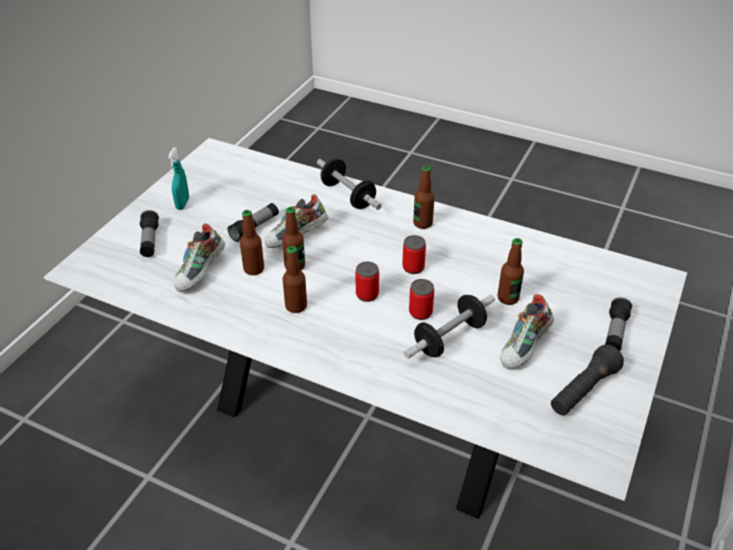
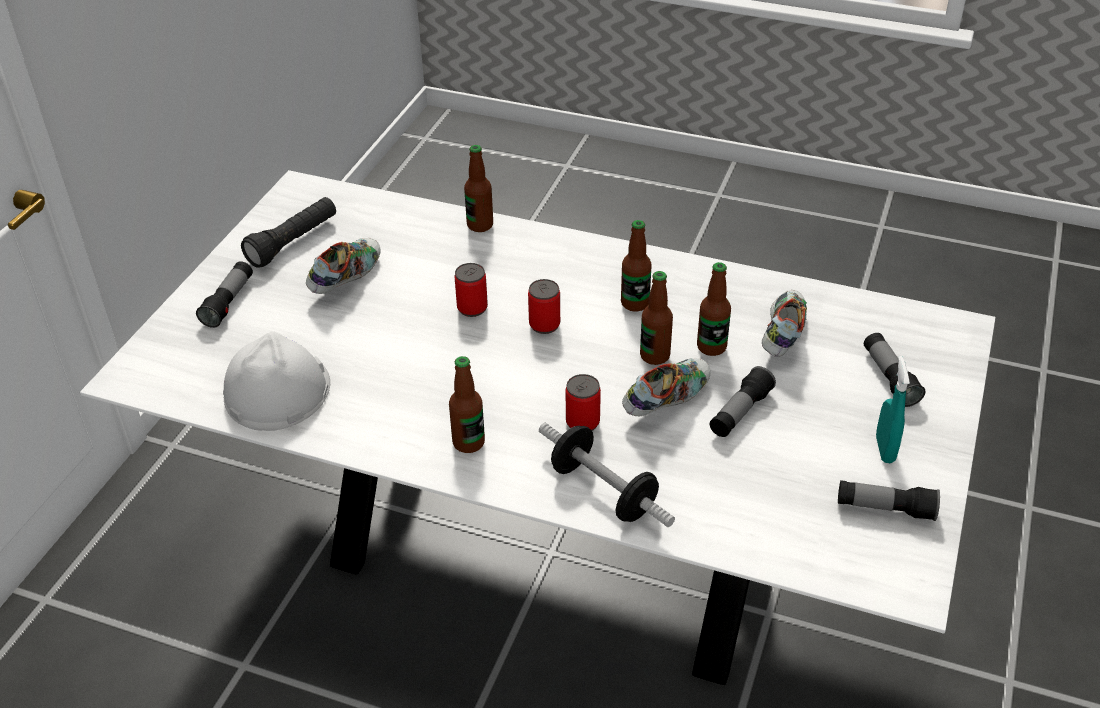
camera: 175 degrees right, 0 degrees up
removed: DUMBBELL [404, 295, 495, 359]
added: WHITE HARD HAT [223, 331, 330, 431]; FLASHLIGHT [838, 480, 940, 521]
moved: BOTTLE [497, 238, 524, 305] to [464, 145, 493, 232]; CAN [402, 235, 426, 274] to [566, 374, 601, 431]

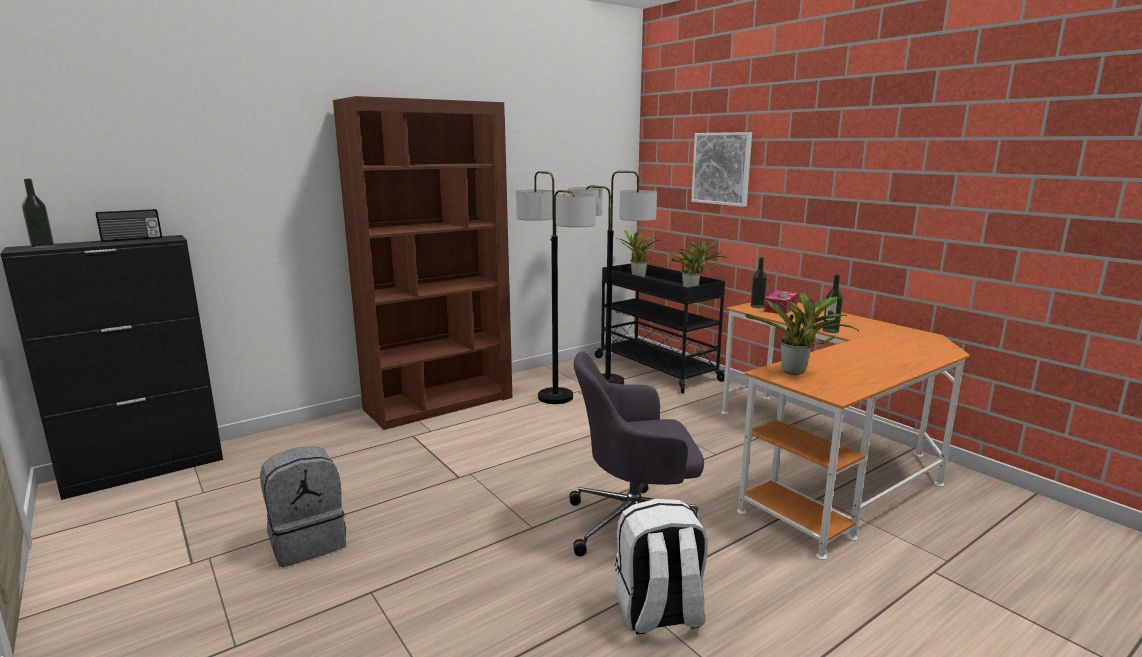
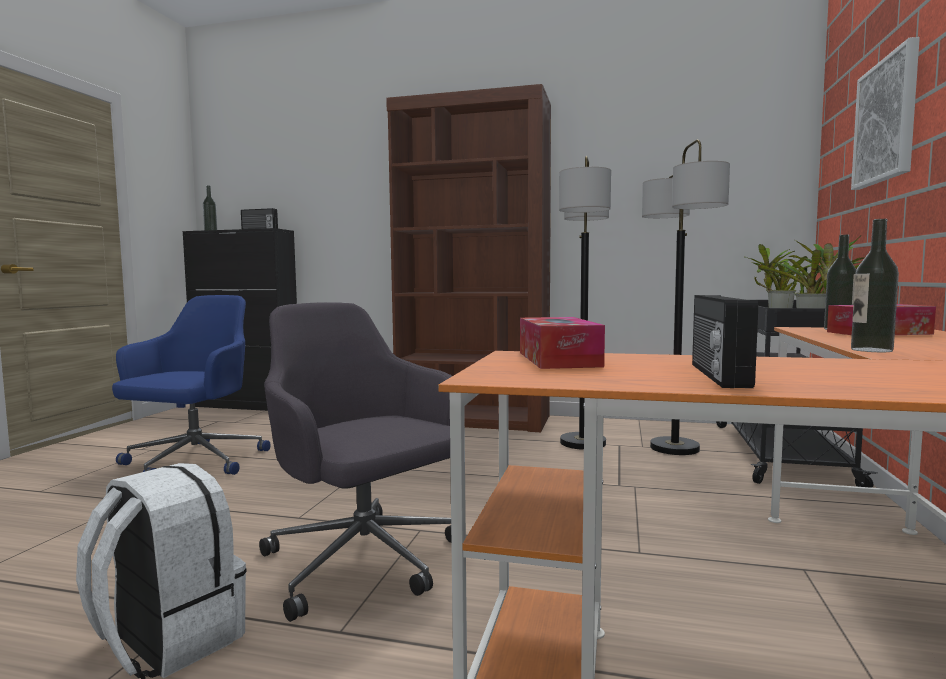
camera: 50 degrees right, 10 degrees down
added: RADIO [692, 295, 758, 388]
replaced: GREY BACKPACK [260, 446, 346, 567] to BLUE OFFICE CHAIR [112, 295, 271, 475]; POTTED PLANT [745, 293, 859, 375] to TISSUE BOX [520, 317, 605, 369]

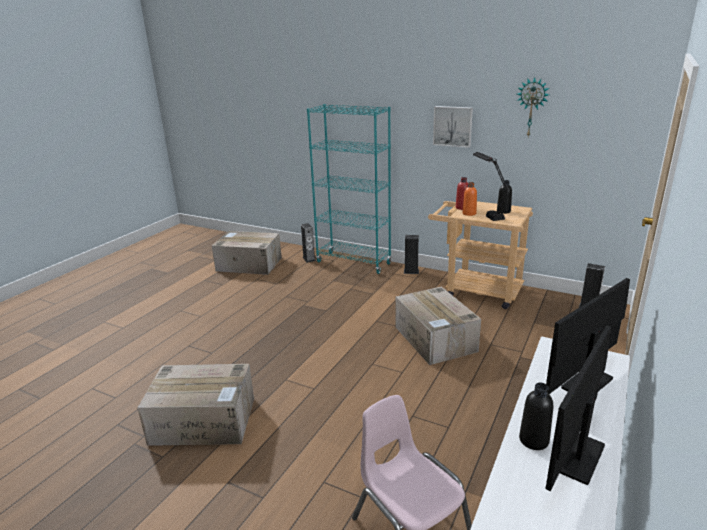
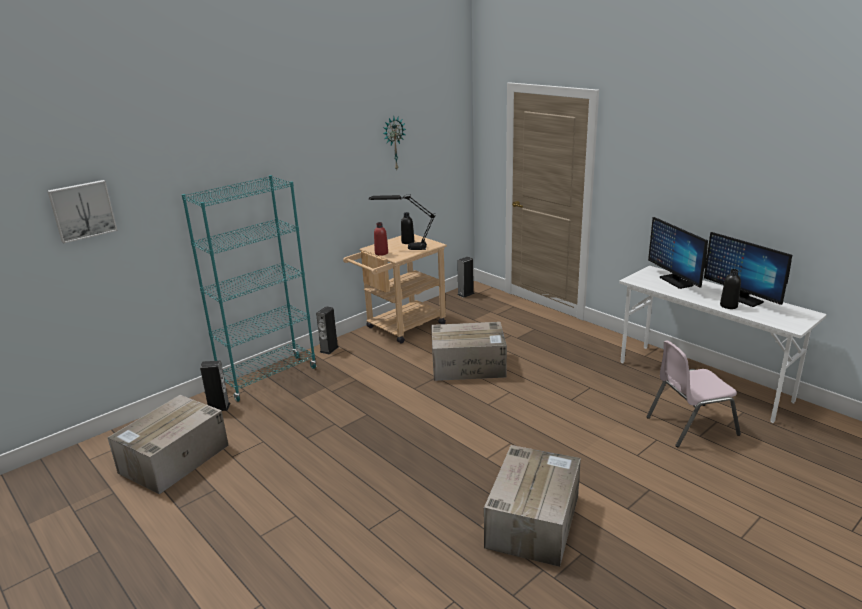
camera: 70 degrees left, 0 degrees up
removed: ORANGE BOTTLE [462, 182, 477, 216]
moved: PICTURE [433, 106, 473, 148] to [48, 180, 118, 243]

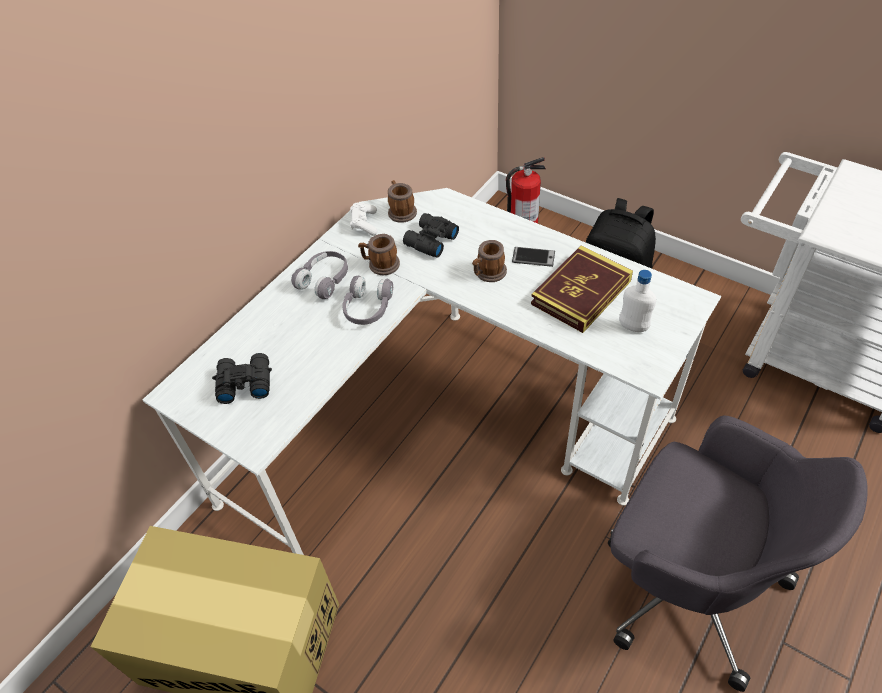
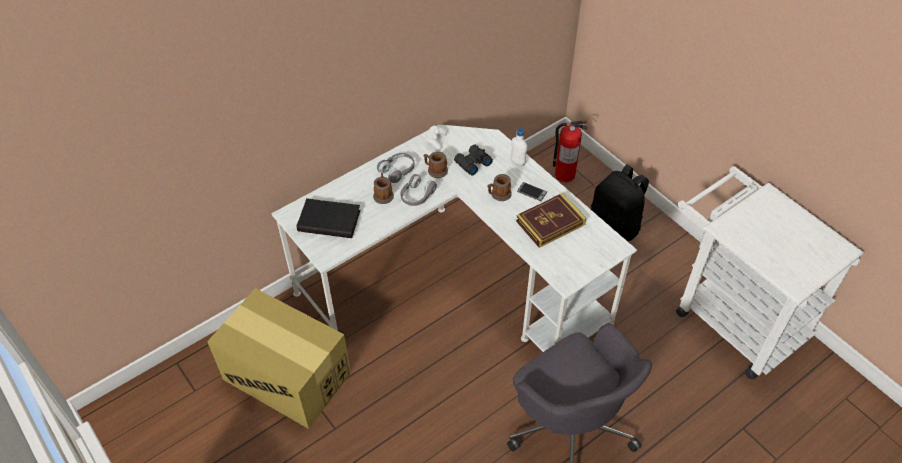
camera: 15 degrees right, 0 degrees up
moved: MUG [388, 180, 417, 223] to [373, 173, 394, 204]; WHITE BOTTLE [619, 270, 656, 333] to [511, 128, 527, 166]
replaced: BLACK BINOCULARS [212, 353, 272, 404] to BLACK BOOK [297, 198, 361, 238]

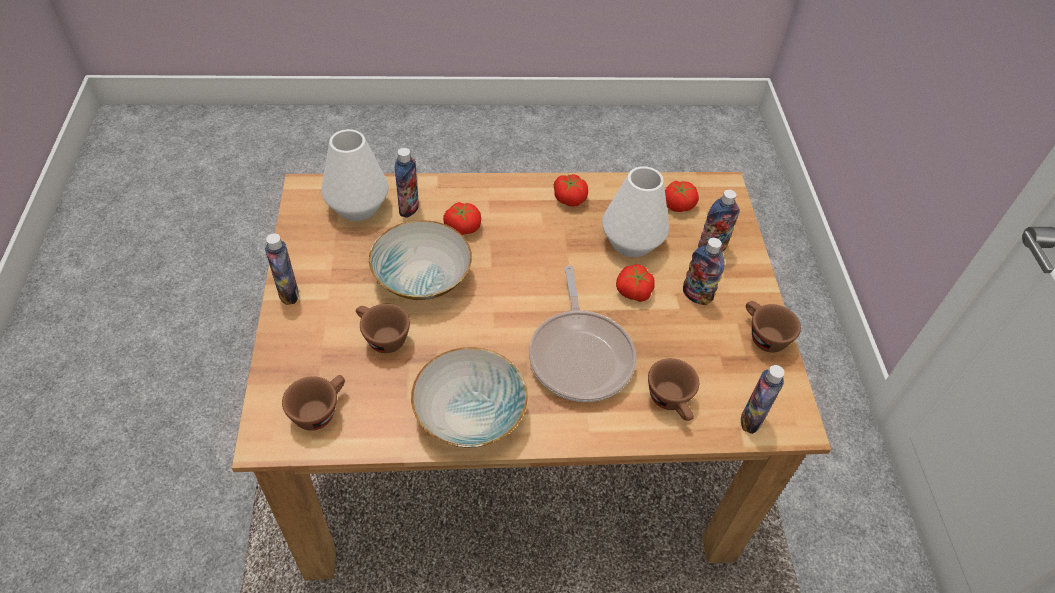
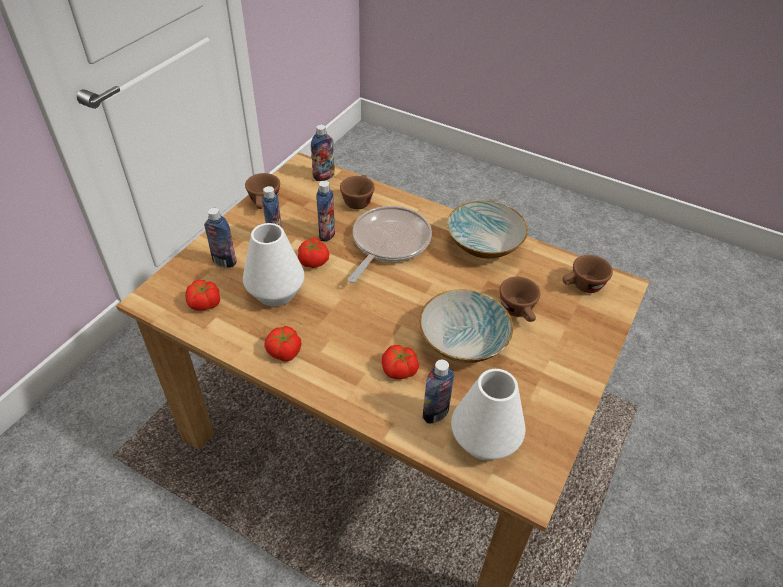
camera: 145 degrees left, 5 degrees down
moved: BOTTLE [265, 233, 299, 305] to [316, 181, 335, 242]

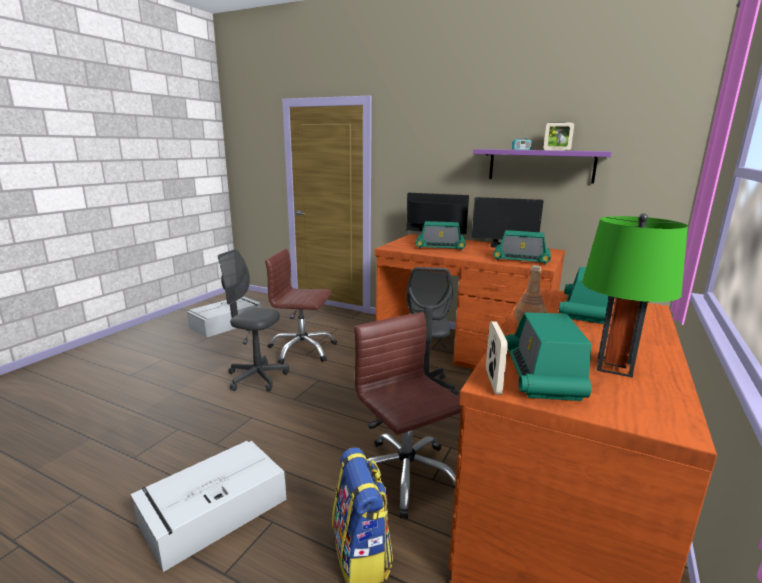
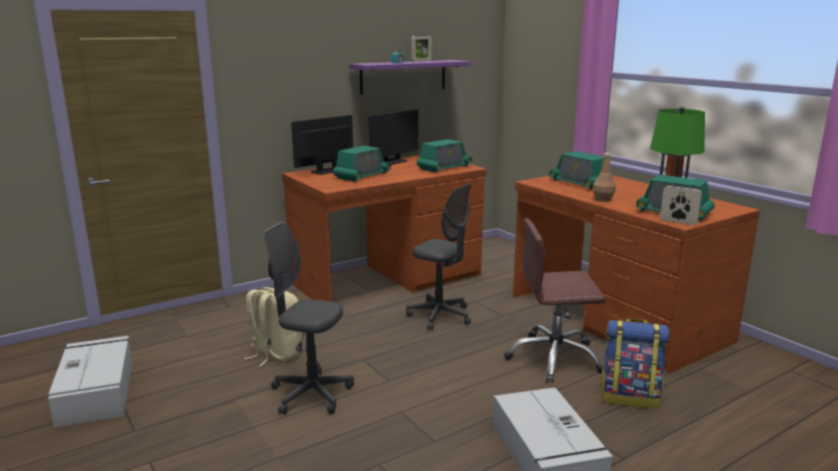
camera: 60 degrees left, 0 degrees up
replaced: BROWN OFFICE CHAIR [265, 248, 337, 364] to BEIGE BACKPACK [244, 287, 302, 367]
turned: GREY OFFICE CHAIR [218, 249, 289, 391] = [263, 222, 354, 415] 60 degrees clockwise

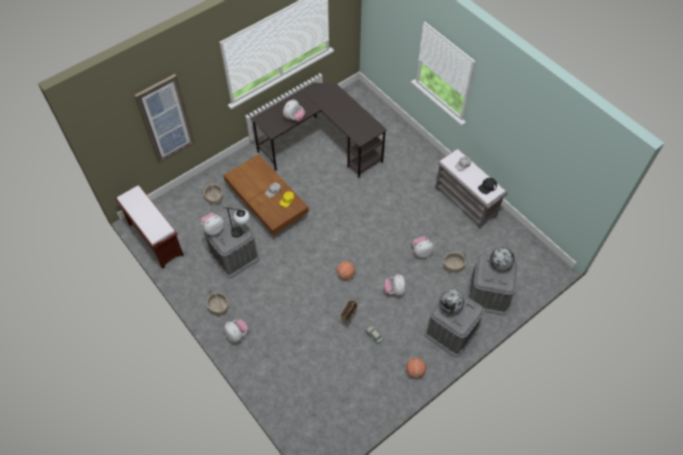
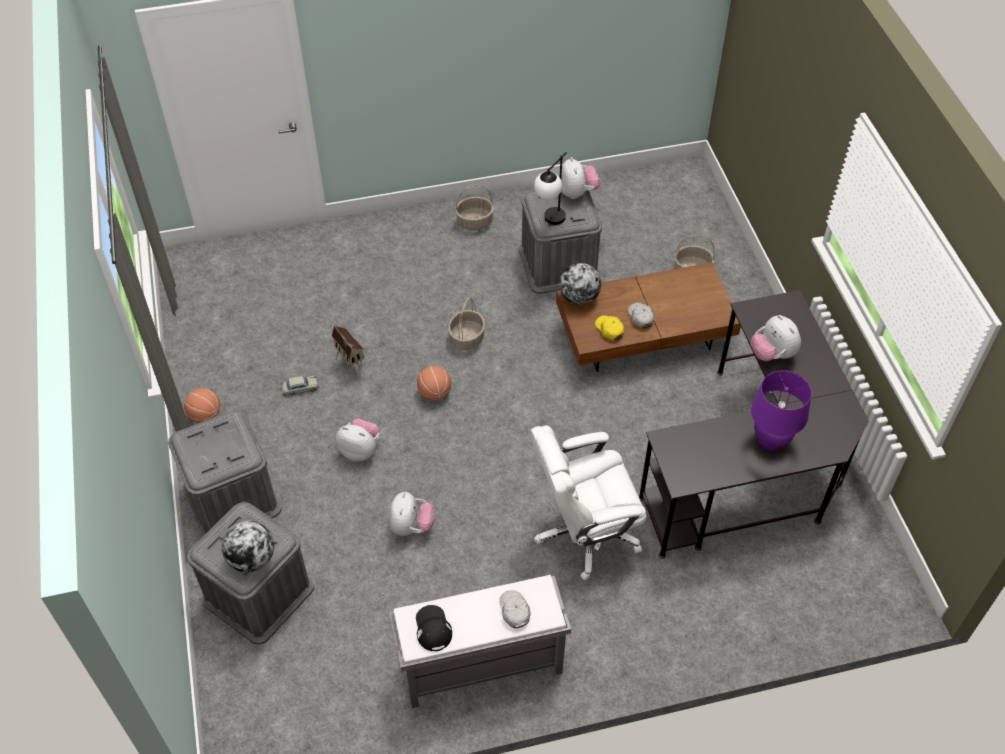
camera: 115 degrees right, 5 degrees down
removed: BROWN BENCH [115, 185, 184, 269]; PICTURE [134, 74, 195, 163]; PLUSH TOY [224, 319, 249, 343]
added: WHITE OFFICE CHAIR [531, 425, 647, 580]; PURPLE TABLE LAMP [751, 370, 812, 451]
moved: BASKET [443, 251, 466, 273] to [448, 298, 485, 350]; GLOBE [439, 289, 464, 314] to [560, 263, 601, 305]

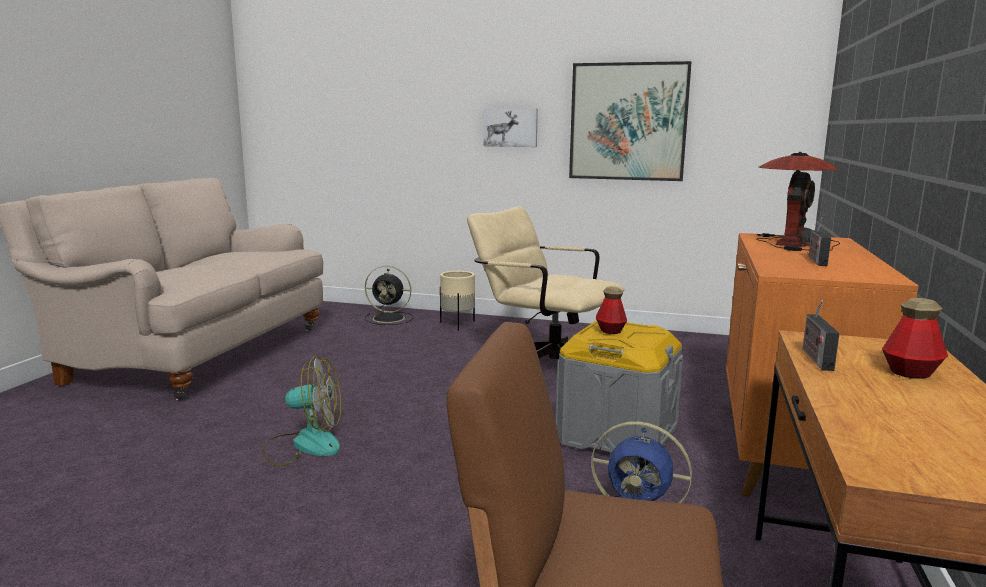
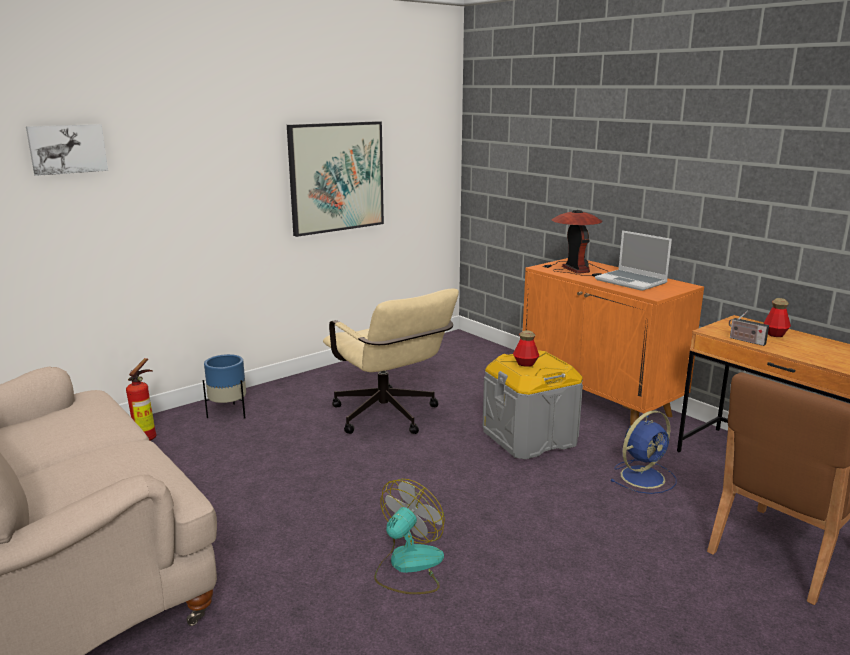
camera: 55 degrees left, 5 degrees up
moved: PICTURE [483, 109, 538, 147] to [26, 124, 108, 176]
replaced: BLACK FAN [365, 266, 413, 325] to FIRE EXTINGUISHER [126, 358, 156, 441]; RADIO [808, 218, 831, 266] to LAPTOP [595, 230, 672, 291]
recoloured: BEIGE PLANTER [440, 271, 475, 331] to BLUE PLANTER [203, 354, 246, 419]
turned: BEIGE OFFICE CHAIR [467, 206, 624, 359] = [323, 289, 459, 434] 105 degrees counterclockwise

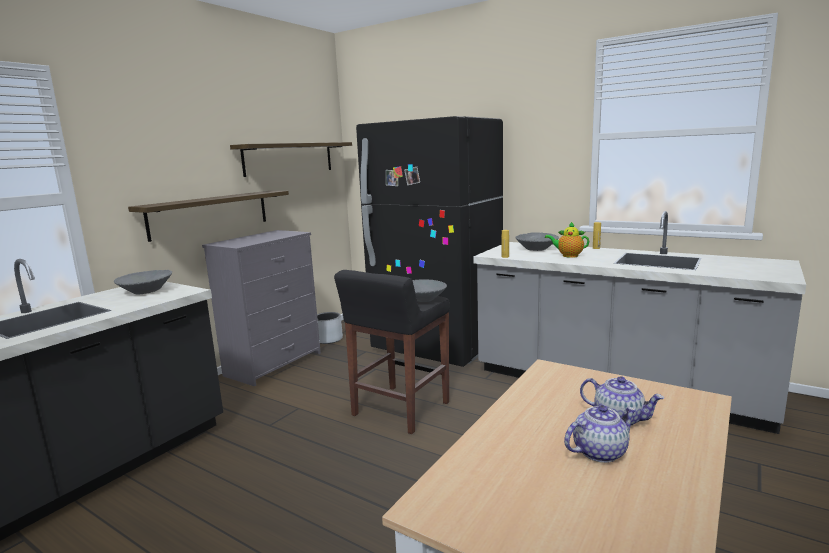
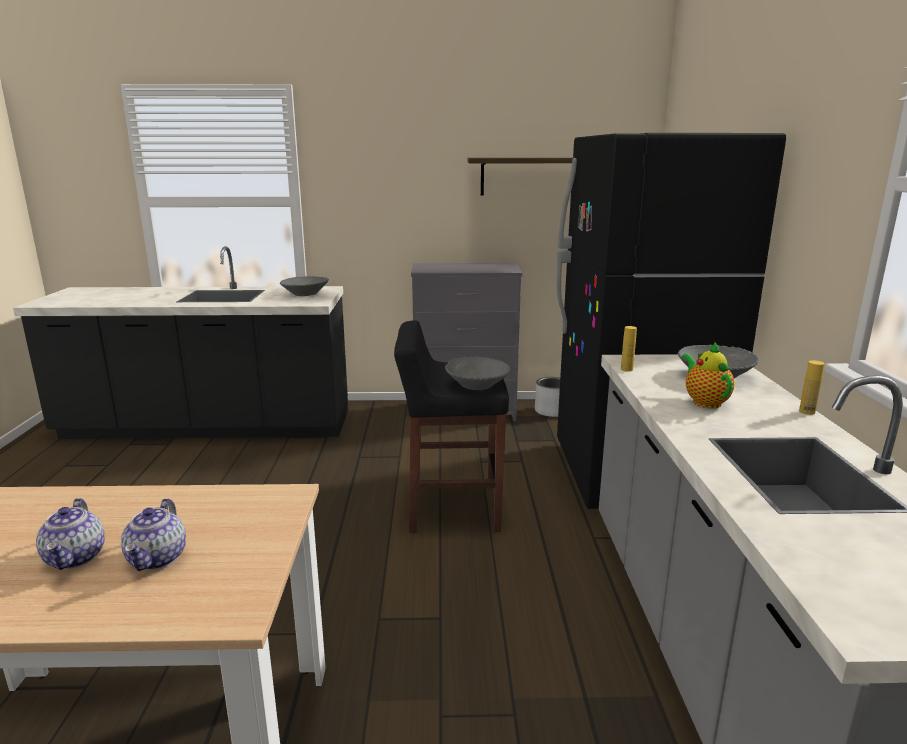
camera: 55 degrees right, 5 degrees up
removed: SHELF [128, 191, 289, 242]
turned: TEAPOT [564, 405, 636, 463] = [36, 498, 105, 570] 45 degrees clockwise

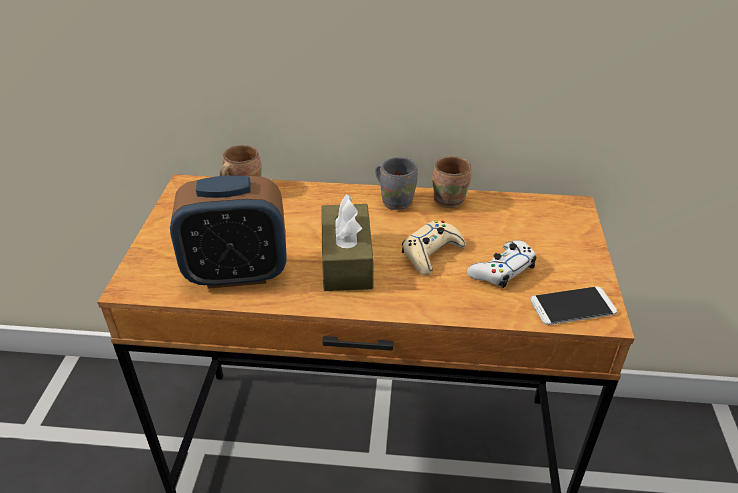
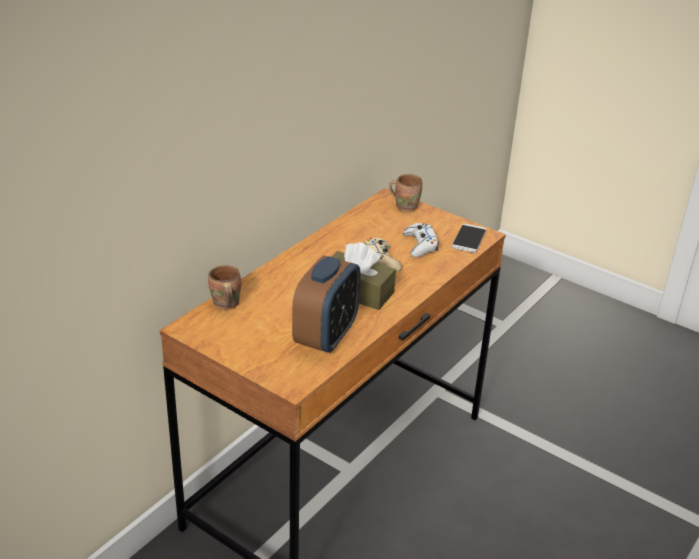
camera: 60 degrees left, 5 degrees down
removed: GREY MUG [375, 157, 418, 210]
moved: BROWN MUG [432, 156, 472, 208] to [389, 174, 422, 212]

